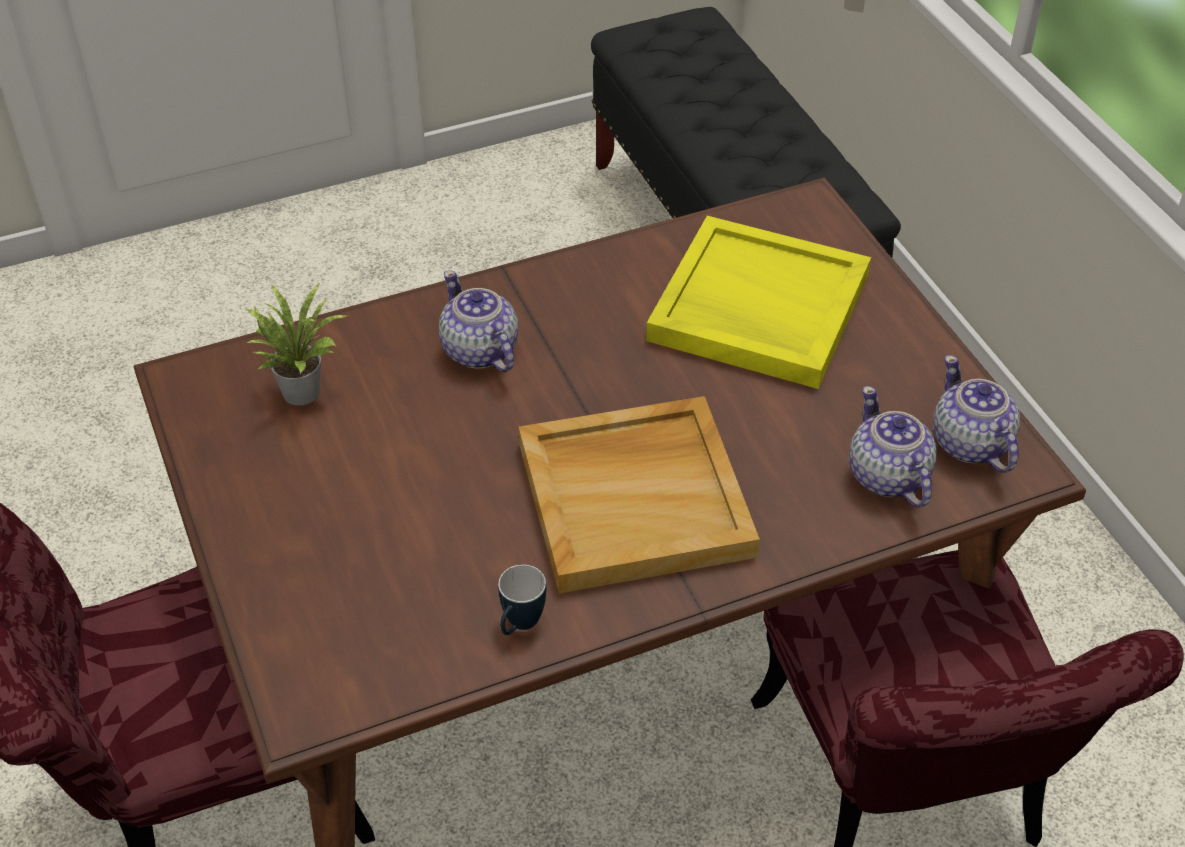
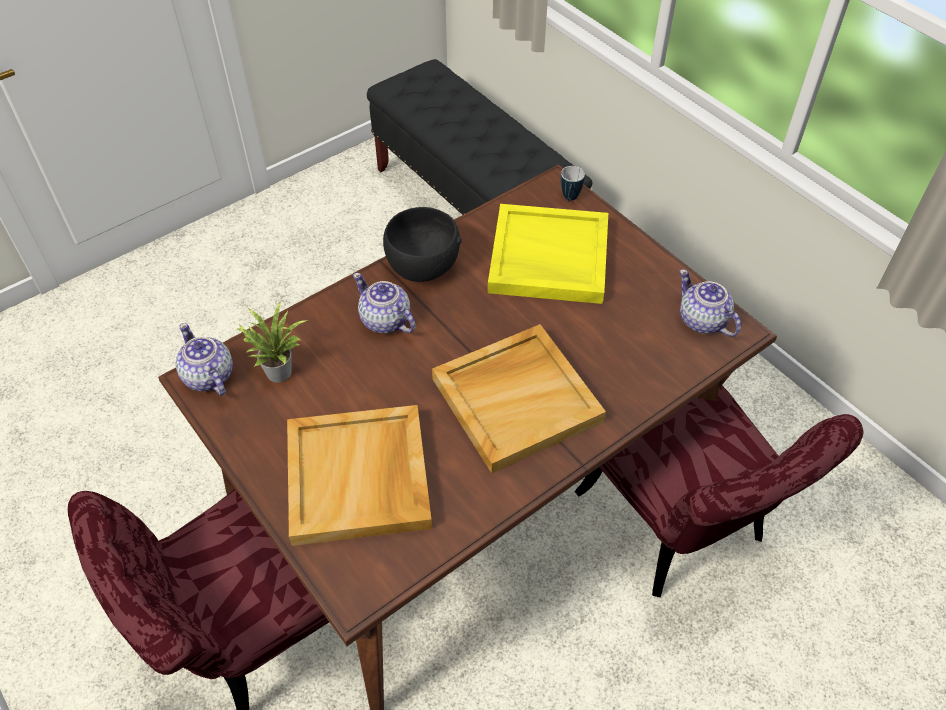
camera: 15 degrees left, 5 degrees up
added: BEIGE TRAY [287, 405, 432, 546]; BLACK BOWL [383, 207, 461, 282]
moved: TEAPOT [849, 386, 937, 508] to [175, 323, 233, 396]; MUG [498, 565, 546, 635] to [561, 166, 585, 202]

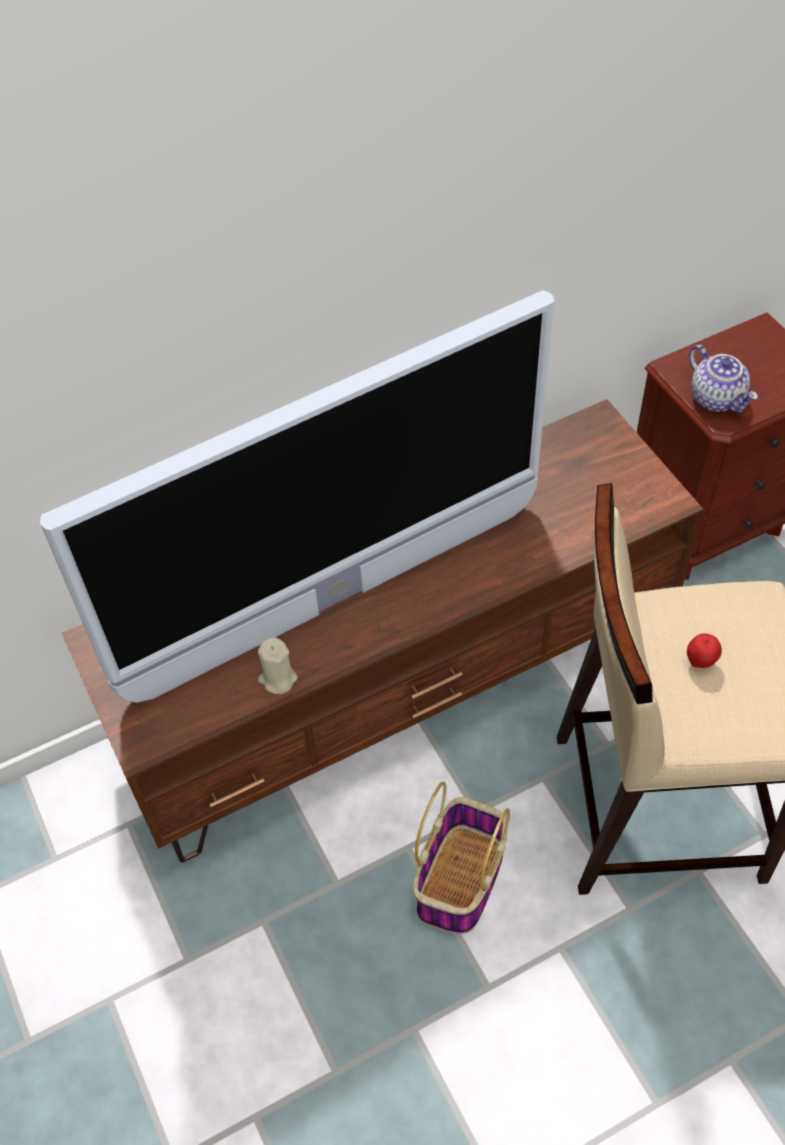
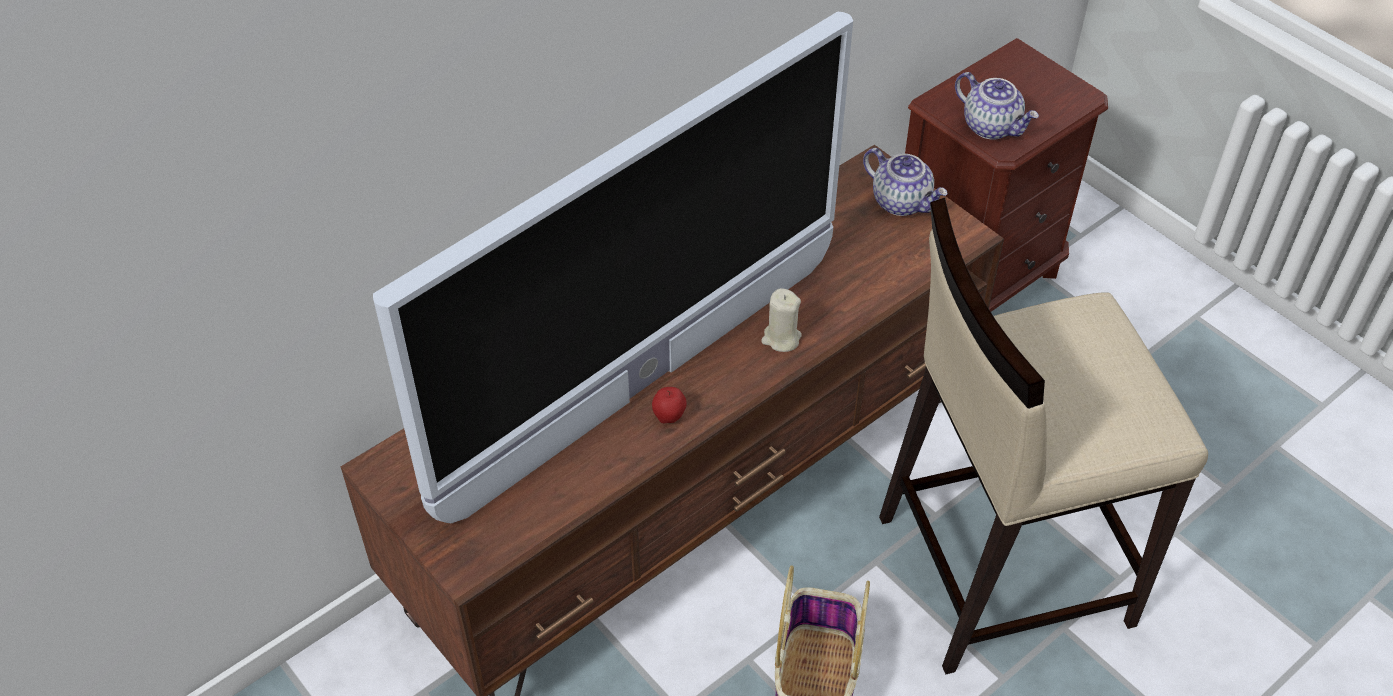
camera: 15 degrees left, 5 degrees down
added: TEAPOT [863, 148, 948, 216]
moved: APPLE [687, 633, 722, 668] to [652, 387, 687, 423]; BEIGE CANDLE [258, 637, 298, 694] to [761, 288, 802, 352]

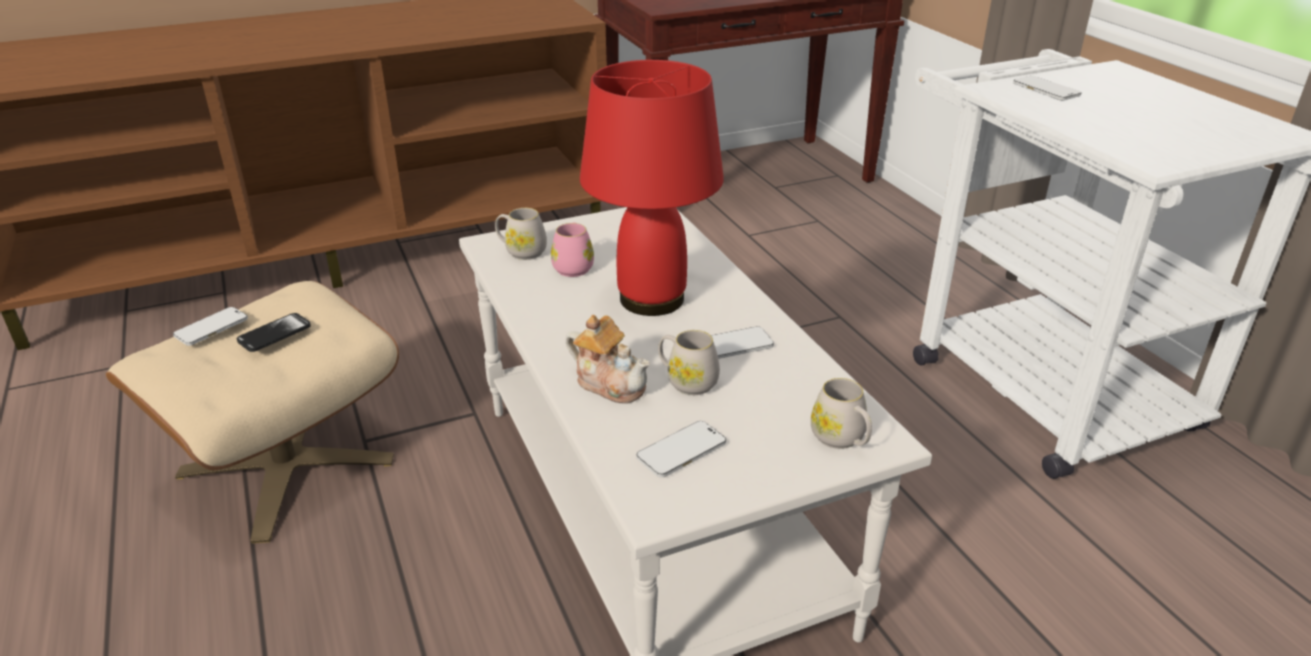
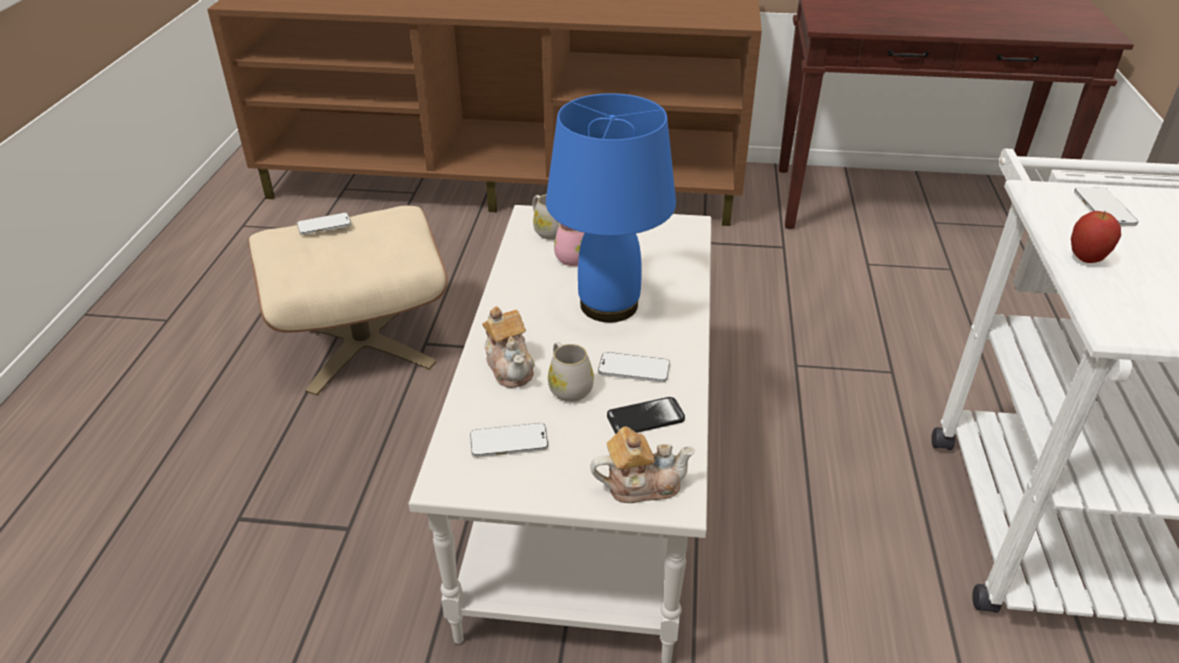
camera: 30 degrees right, 5 degrees up
added: APPLE [1071, 211, 1121, 263]
moved: PHONE [237, 313, 311, 352] to [607, 397, 685, 434]
replaced: WHITE MUG [811, 378, 872, 449] to TEAPOT [590, 427, 695, 503]
recoloured: RED TABLE LAMP [580, 60, 724, 316] to BLUE TABLE LAMP [546, 93, 676, 322]

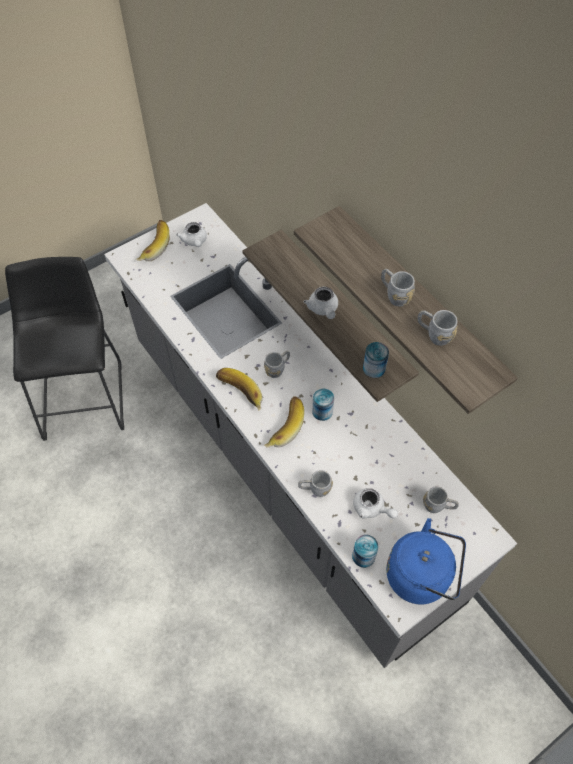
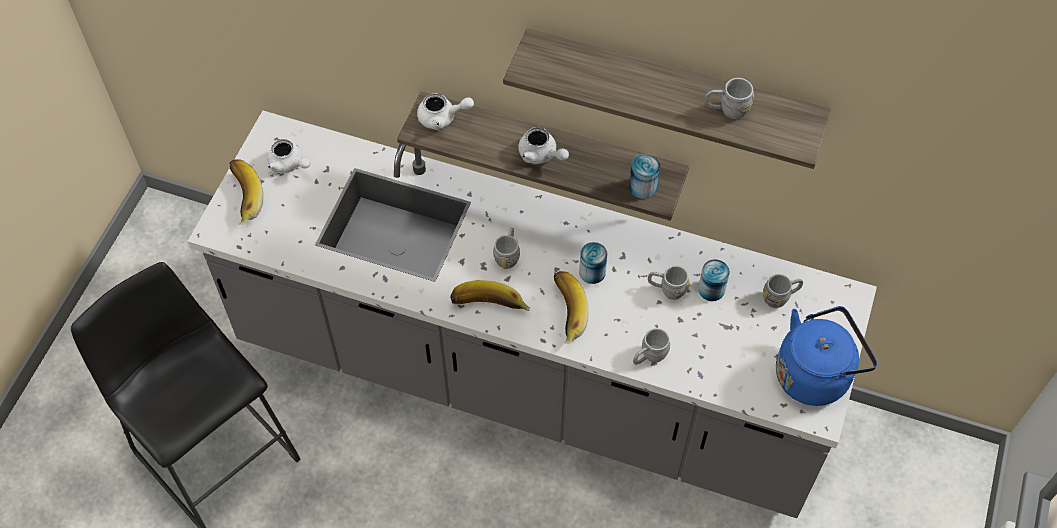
camera: 35 degrees left, 0 degrees up
moved: WHITE TEAPOT [353, 488, 398, 519] to [417, 93, 474, 130]; GREY MUG [381, 269, 415, 306] to [648, 266, 689, 300]; CAN [352, 535, 378, 568] to [698, 259, 730, 301]

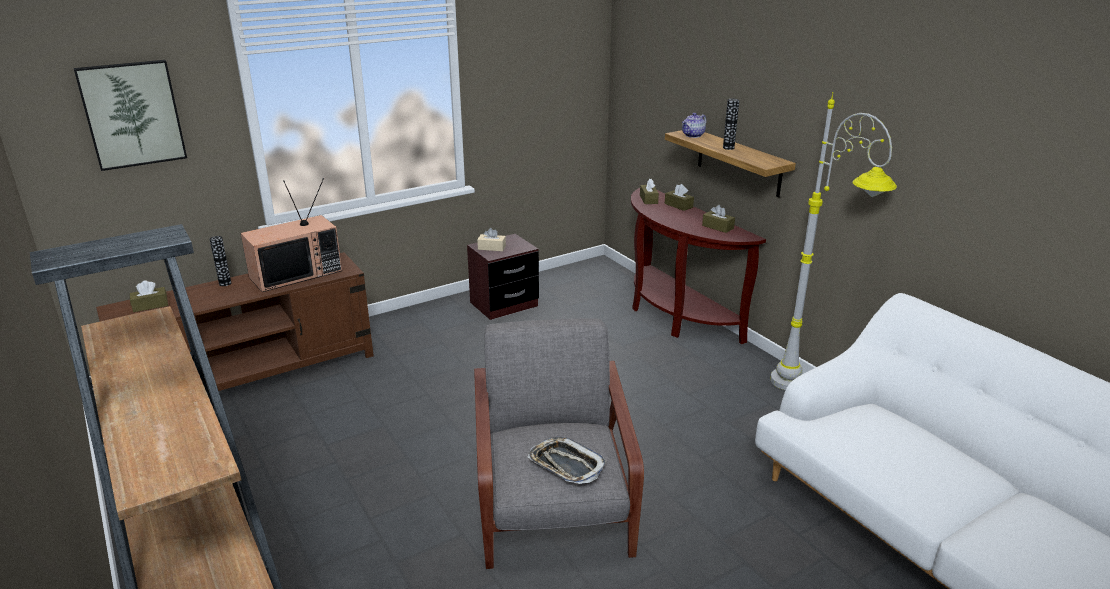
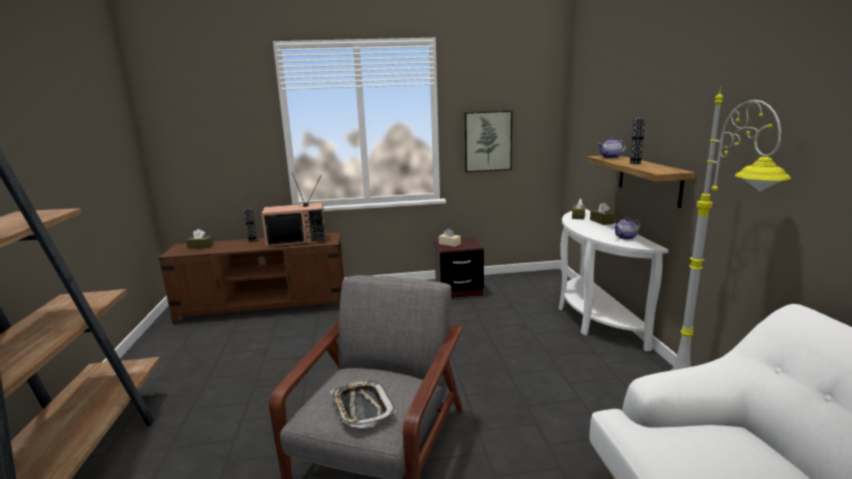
camera: 25 degrees right, 10 degrees down
moved: PICTURE [74, 60, 187, 171] to [465, 111, 512, 172]
replaced: BROWN TISSUE BOX [702, 205, 735, 233] to TEAPOT [614, 217, 640, 240]
recoloured: BROWN CONSOLE TABLE [631, 188, 766, 344] to WHITE CONSOLE TABLE [559, 209, 669, 351]

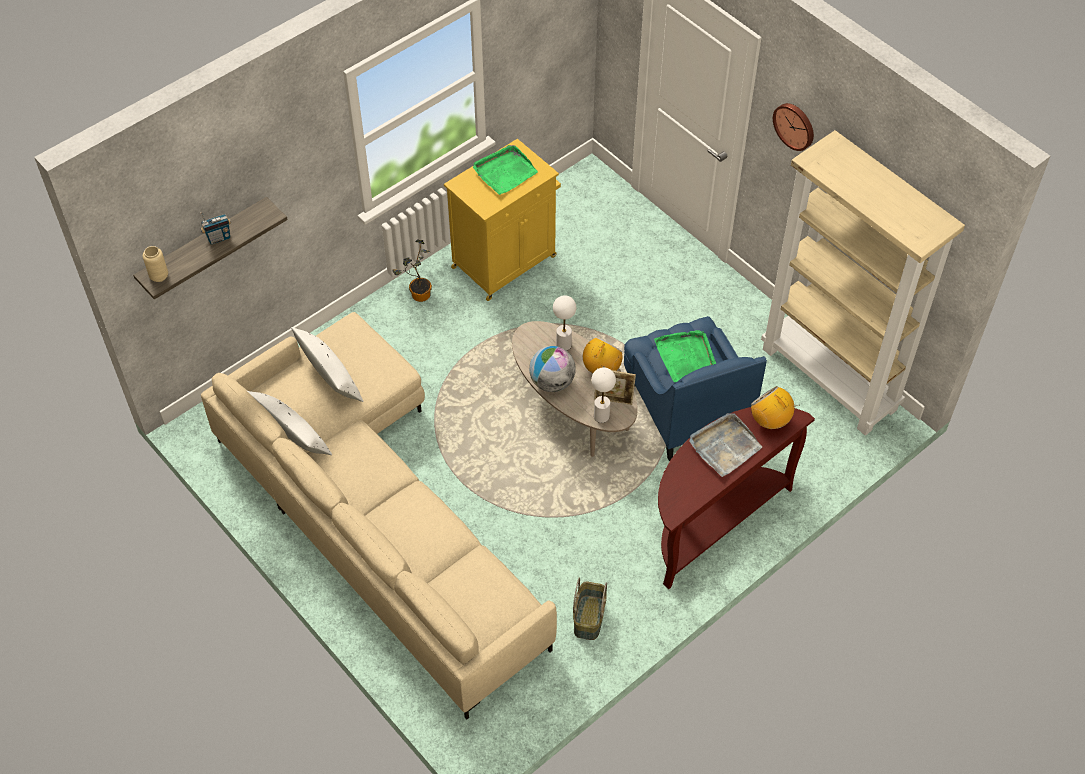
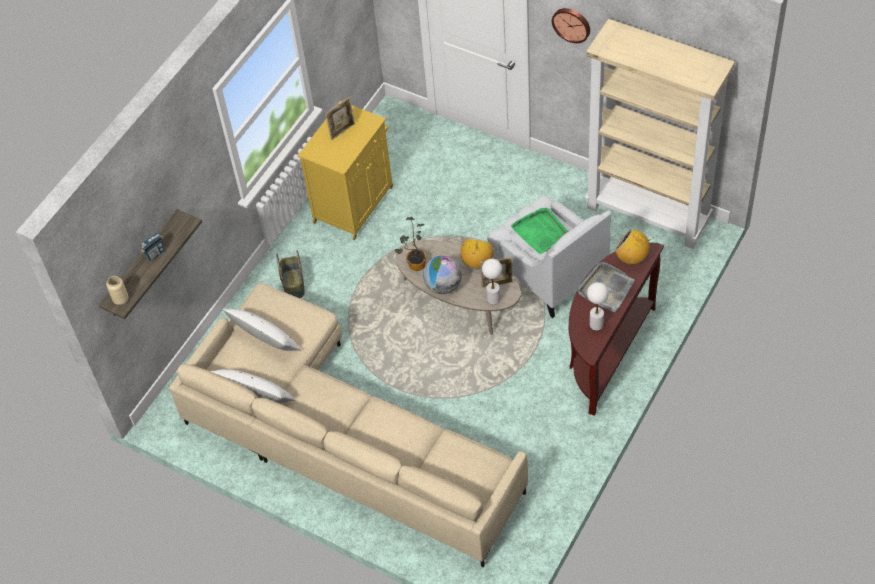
camera: 15 degrees left, 0 degrees up
moved: BASKET [573, 578, 607, 640] to [276, 250, 304, 298]; POTTED PLANT [393, 239, 432, 302] to [395, 217, 427, 271]; WHITE TABLE LAMP [553, 295, 576, 351] to [587, 282, 609, 331]
replaced: GREEN TRAY [473, 145, 538, 195] to PICTURE FRAME [325, 97, 355, 140]
recoloured: BLUE ARMCHAIR [624, 316, 767, 461] to WHITE ARMCHAIR [487, 195, 611, 318]

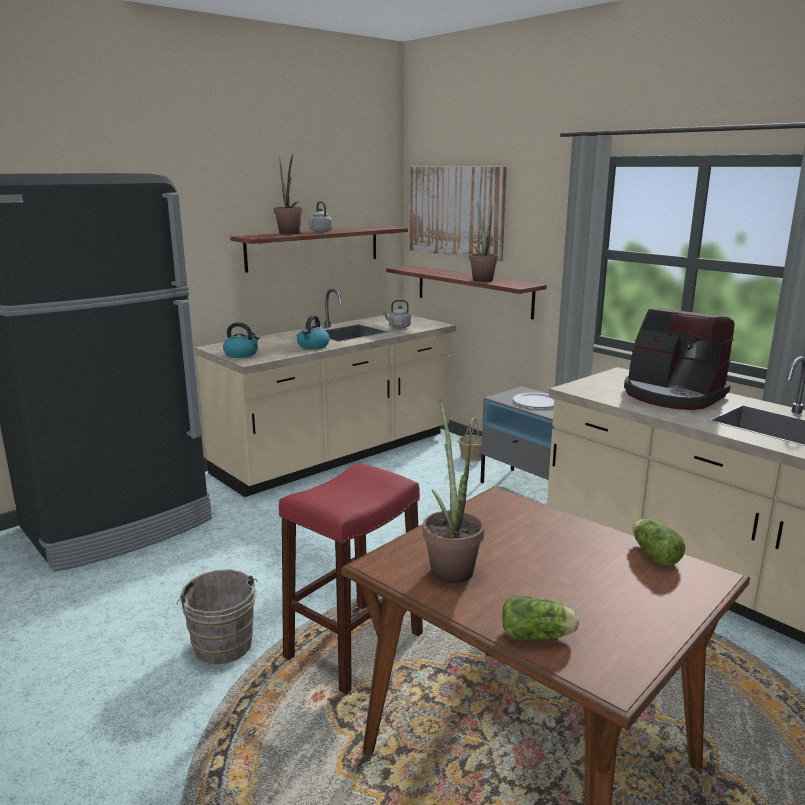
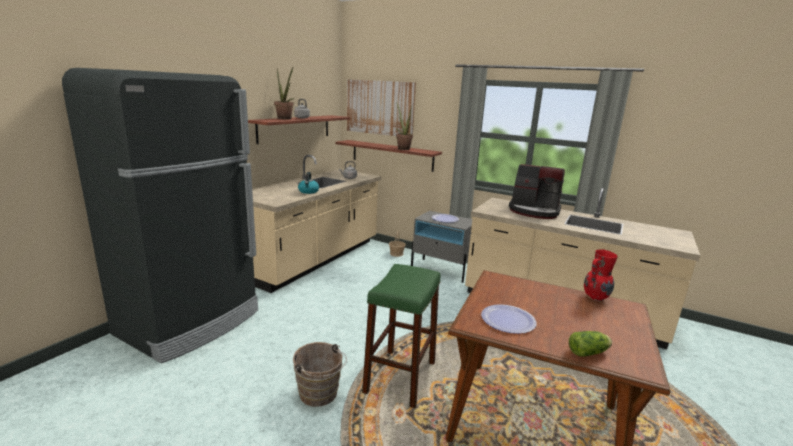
camera: 20 degrees left, 0 degrees up
removed: KETTLE [223, 322, 260, 358]
replaced: POTTED PLANT [423, 400, 484, 583] to PLATE [481, 304, 536, 334]; LETTUCE [632, 519, 685, 566] to RED VASE [584, 249, 618, 302]
recoloured: RED STOOL [279, 463, 423, 694] to GREEN STOOL [362, 264, 441, 408]

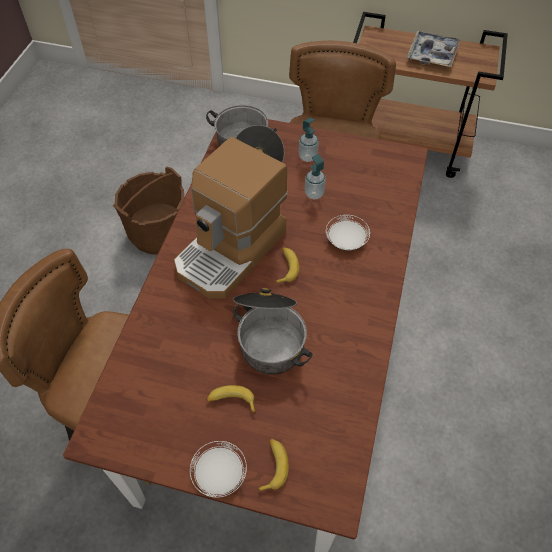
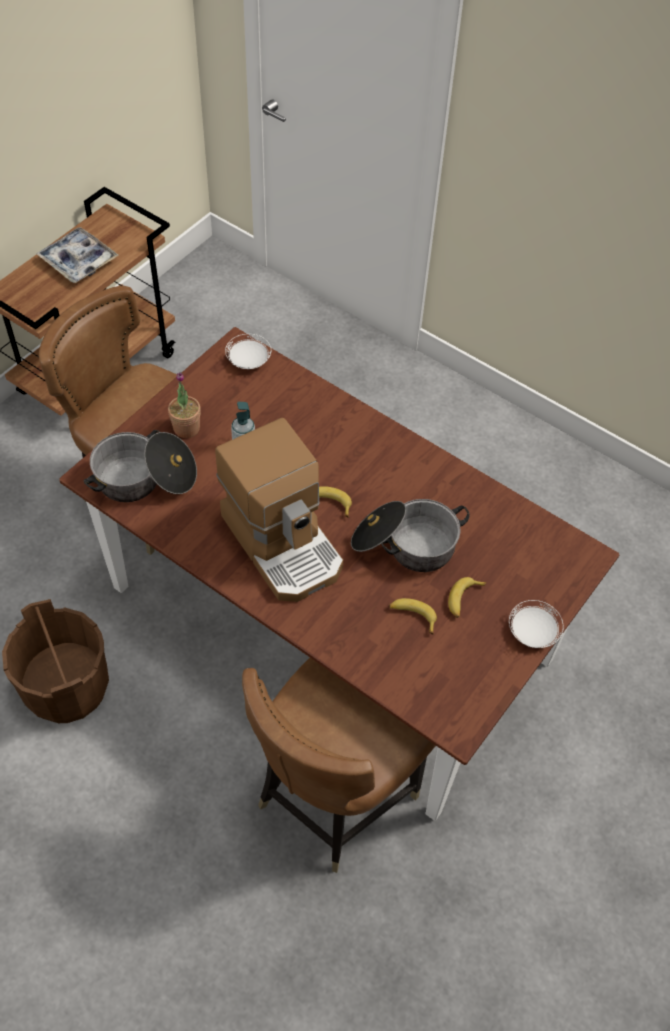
camera: 70 degrees left, 0 degrees up
moved: WHITE PLATE [326, 215, 370, 250] to [225, 334, 271, 369]; BANANA [258, 438, 289, 492] to [389, 598, 437, 635]
replaced: SOAP DISPENSER [299, 118, 319, 162] to POTTED PLANT [168, 372, 201, 438]

